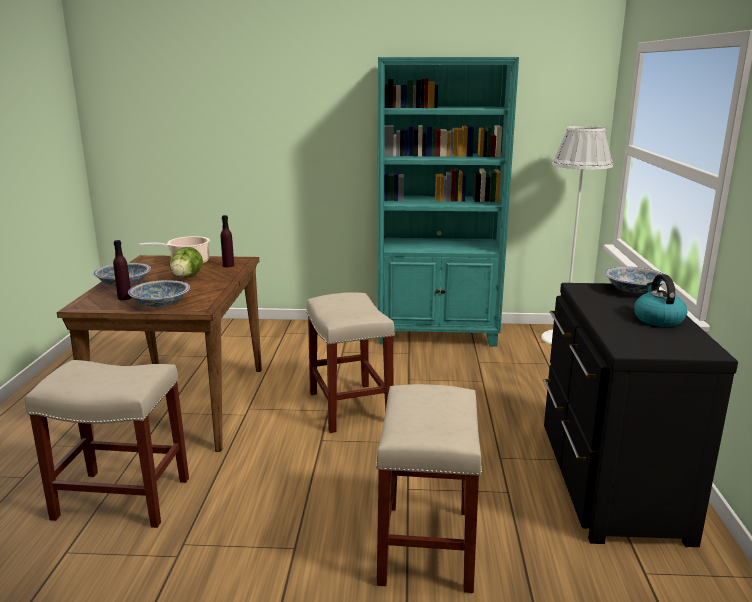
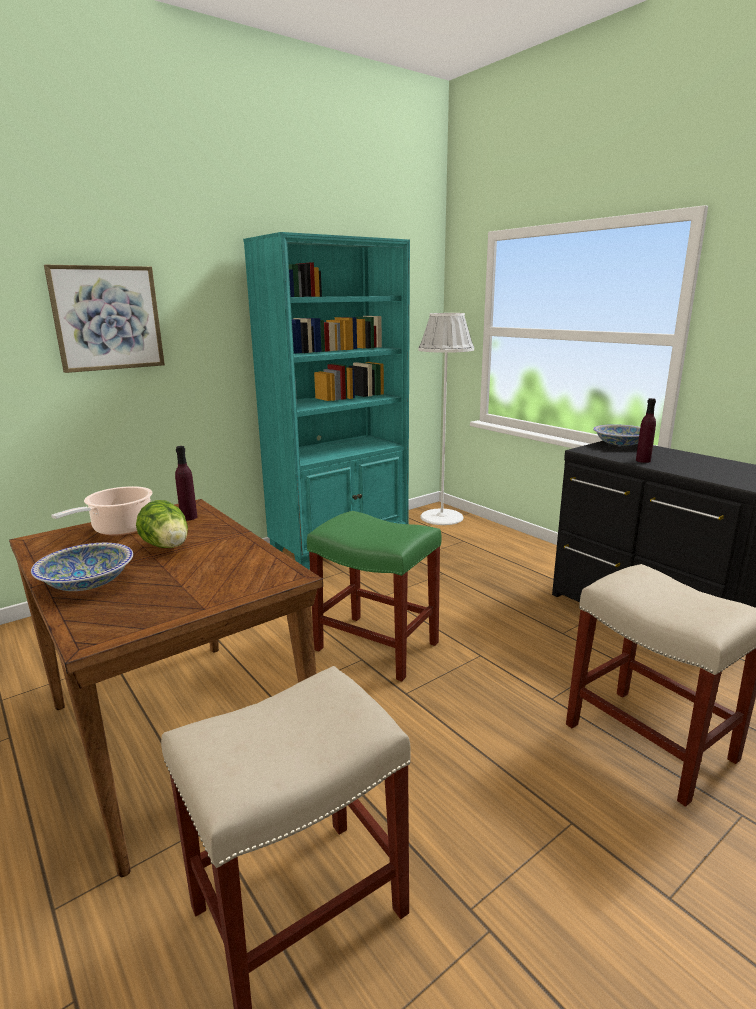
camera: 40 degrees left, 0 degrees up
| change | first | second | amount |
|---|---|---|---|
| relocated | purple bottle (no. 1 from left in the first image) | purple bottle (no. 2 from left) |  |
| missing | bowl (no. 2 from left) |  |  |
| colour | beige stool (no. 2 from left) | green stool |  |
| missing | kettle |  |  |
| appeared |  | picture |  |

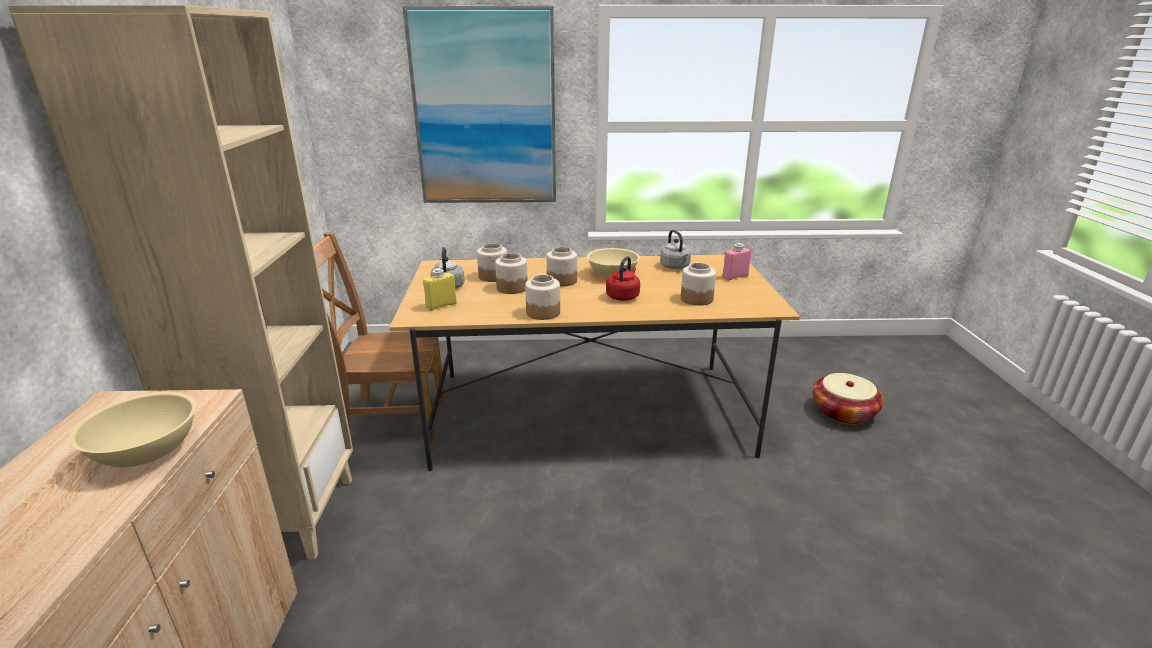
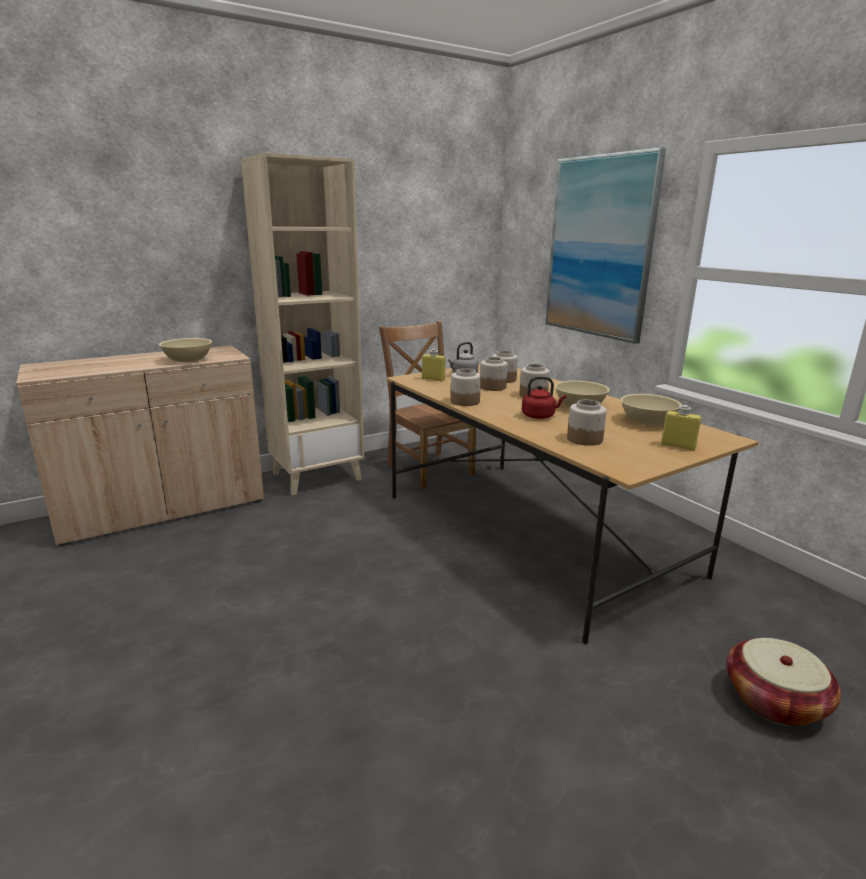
camera: 60 degrees right, 5 degrees down
| change | first | second | amount |
|---|---|---|---|
| exchanged | grey kettle (no. 2 from left) | beige bowl (no. 3 from left) |  |
| colour | pink bottle | yellow bottle (no. 2 from left) |  |

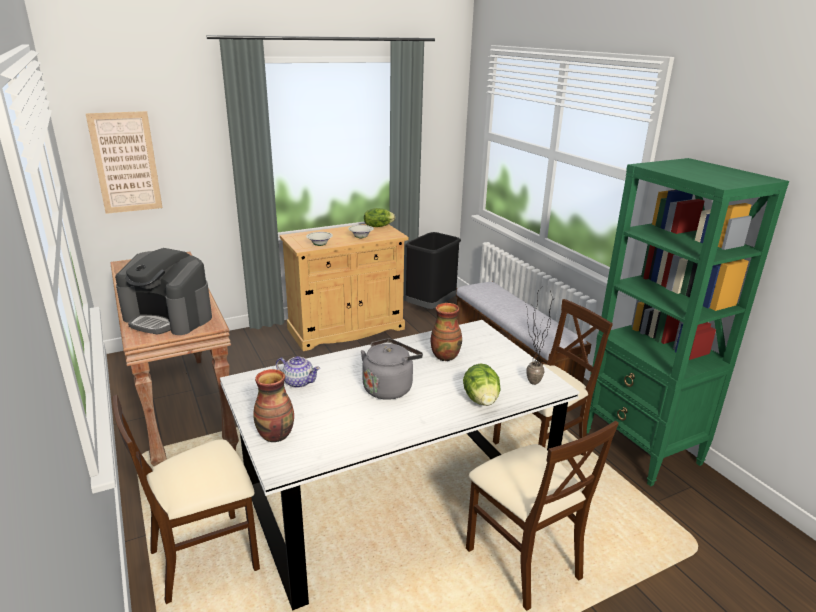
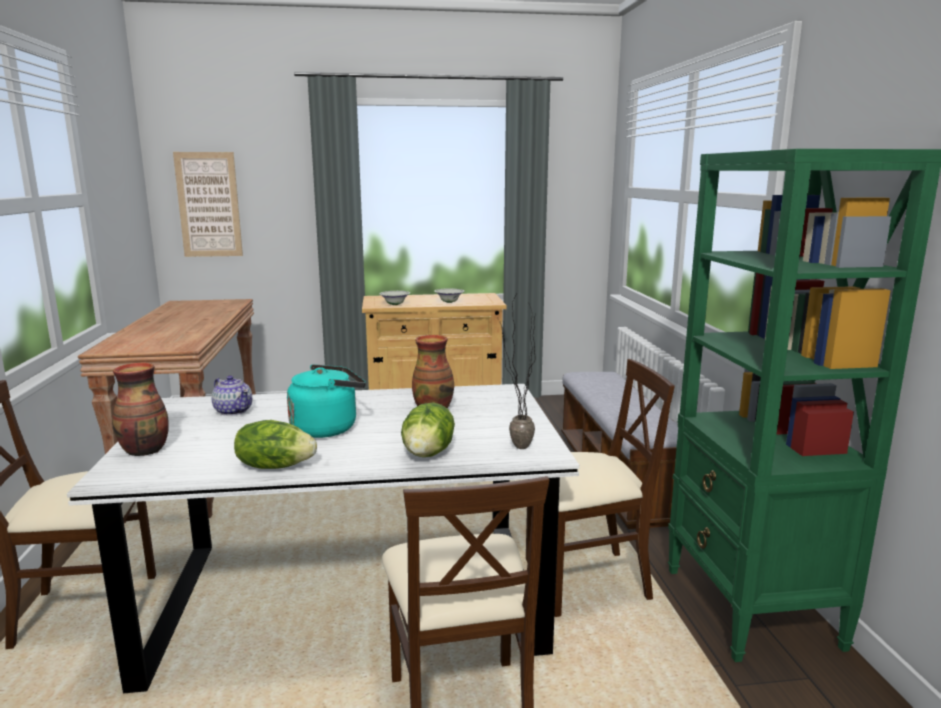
camera: 20 degrees right, 10 degrees down
| change | first | second | amount |
|---|---|---|---|
| missing | coffee machine |  |  |
| colour | grey kettle | turquoise kettle |  |
| relocated | lettuce (no. 1 from left) |  |  |
| missing | black trash can |  |  |

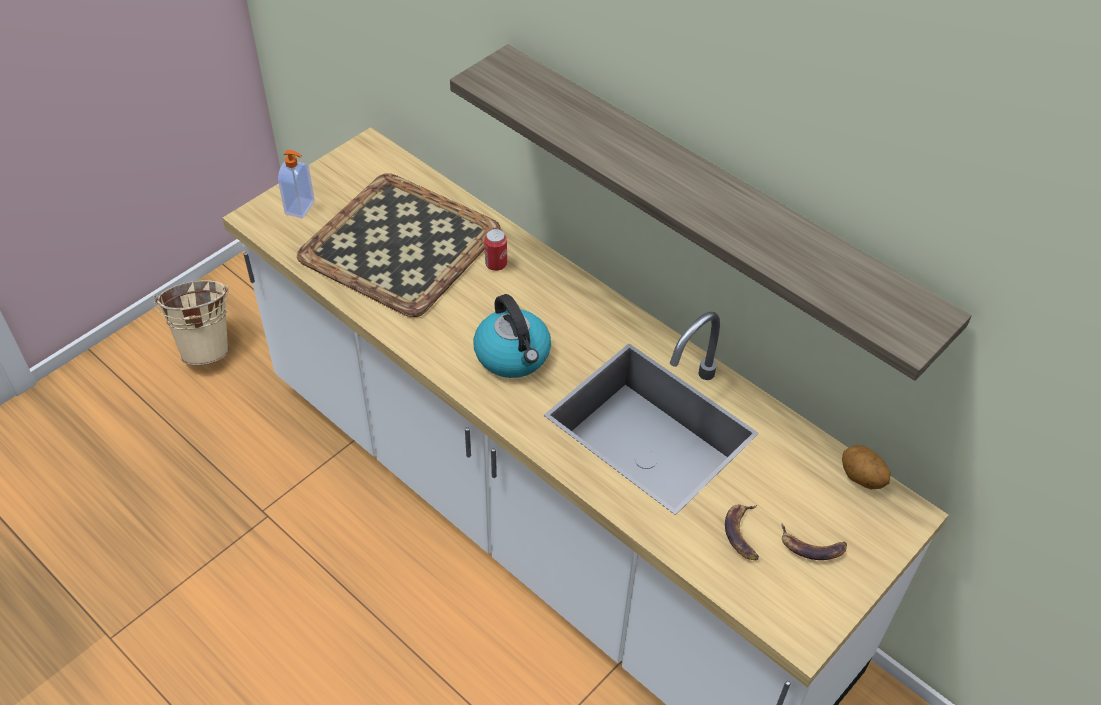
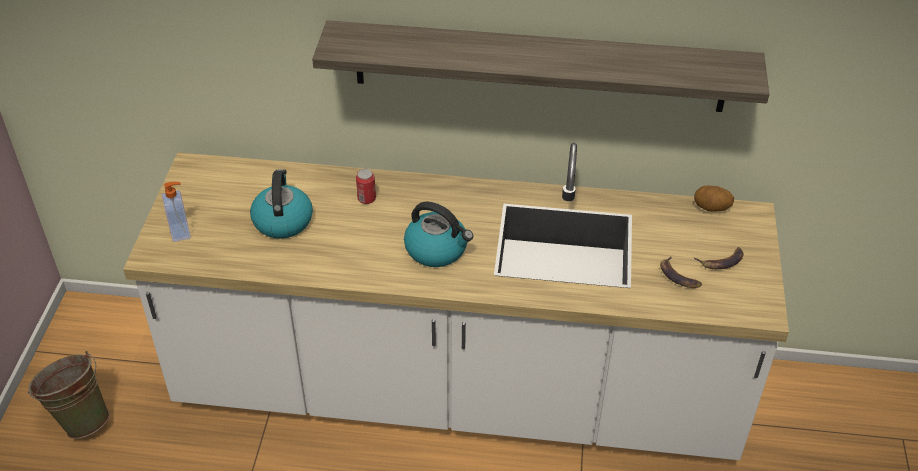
camera: 35 degrees left, 5 degrees down
| change | first | second | amount |
|---|---|---|---|
| colour | beige bucket | green bucket |  |
| exchanged | tray | kettle (no. 1 from left) |  |

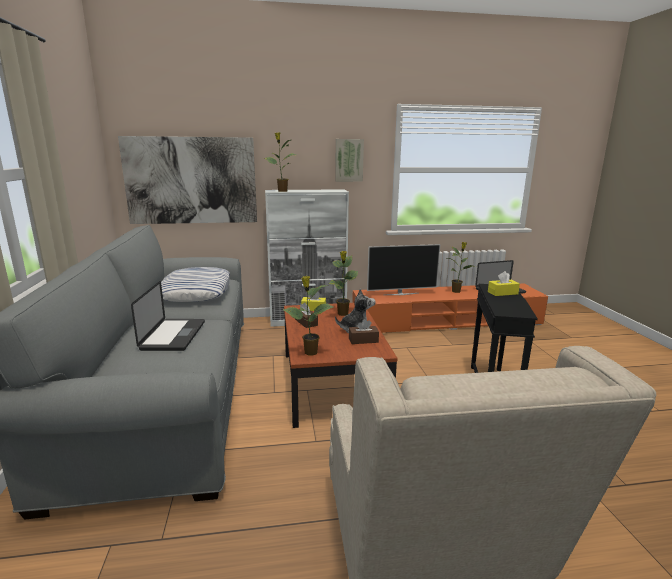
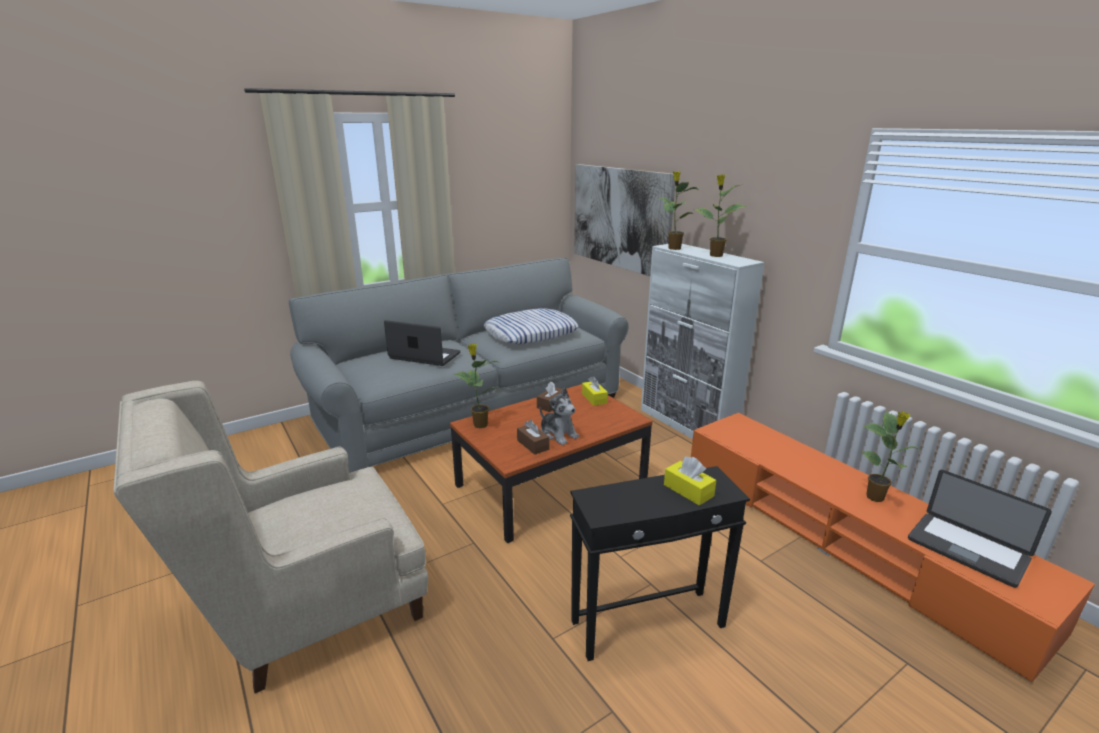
camera: 65 degrees right, 5 degrees up
| change | first | second | amount |
|---|---|---|---|
| spun | laptop (no. 1 from left) |  | 135 degrees counterclockwise |
| relocated | potted plant (no. 3 from left) |  |  |
| missing | picture (no. 2 from left) |  |  |
| missing | television |  |  |

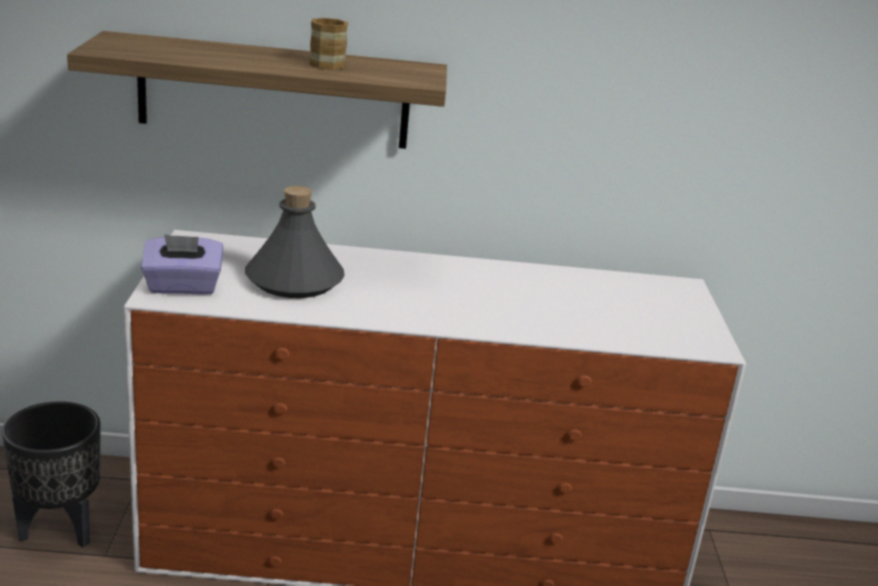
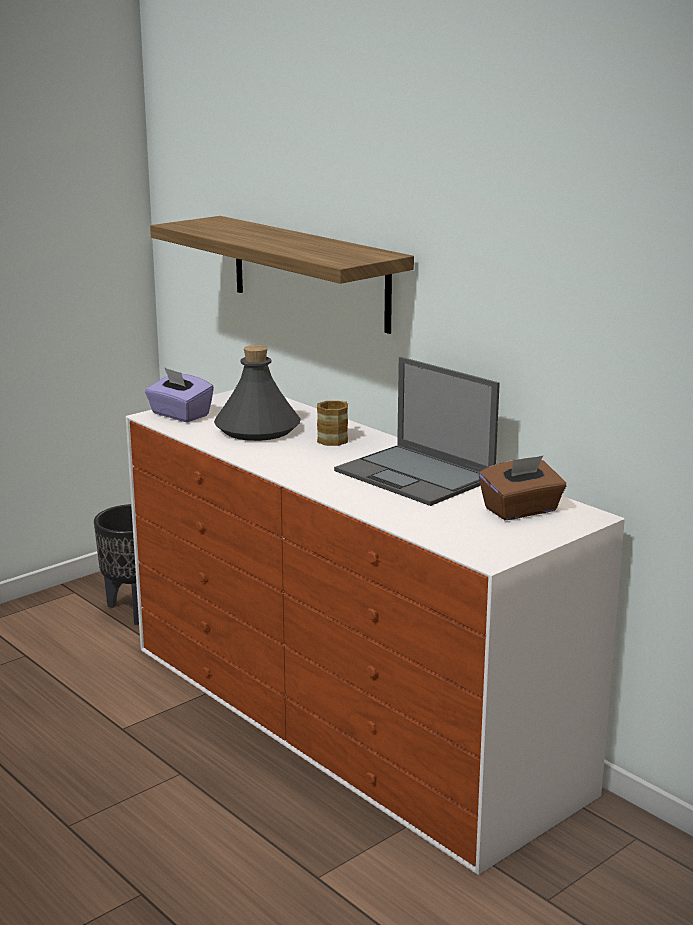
camera: 50 degrees right, 5 degrees down
| change | first | second | amount |
|---|---|---|---|
| relocated | mug |  |  |
| appeared |  | laptop |  |
| appeared |  | brown tissue box |  |

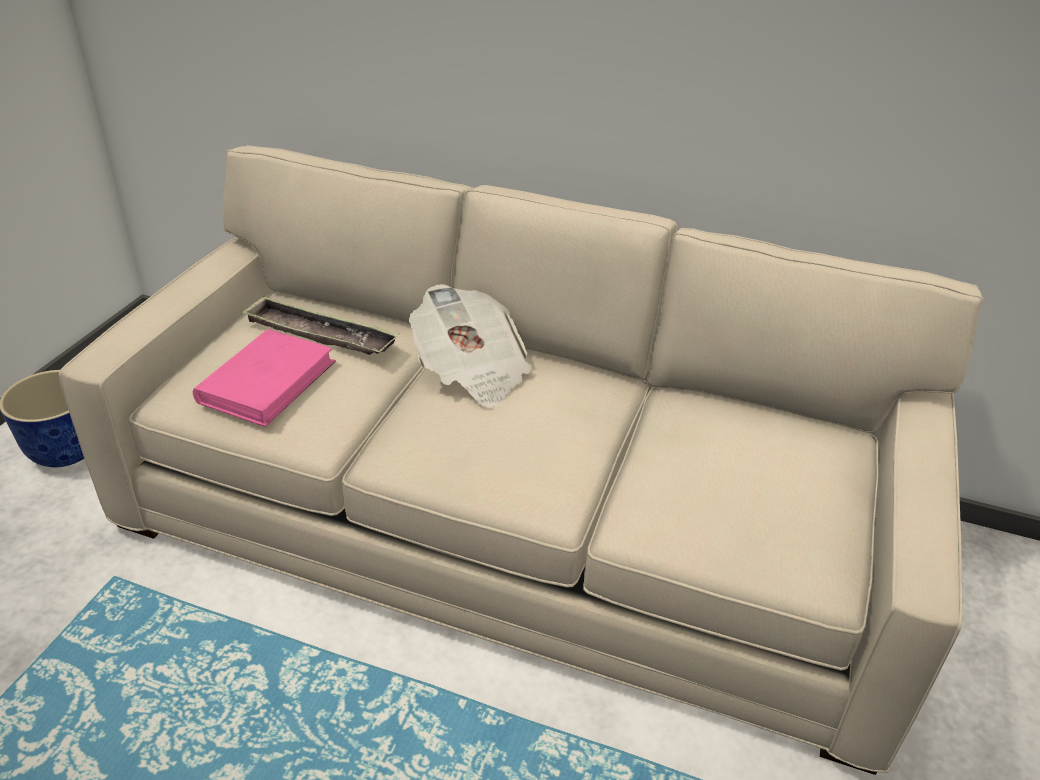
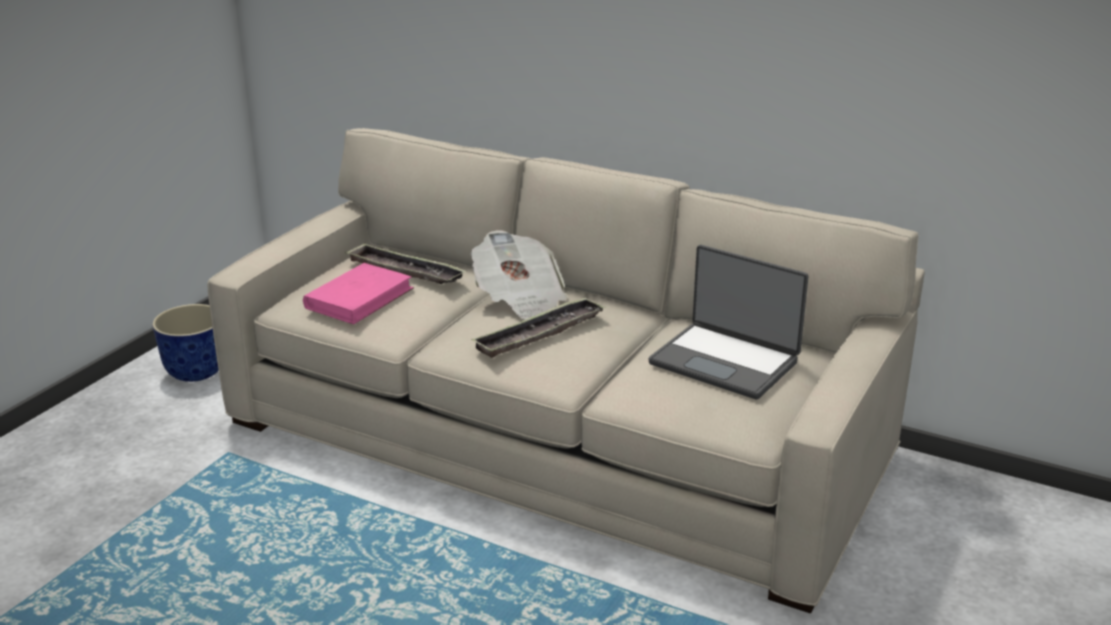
camera: 10 degrees right, 10 degrees down
| change | first | second | amount |
|---|---|---|---|
| appeared |  | tray (no. 2 from left) |  |
| appeared |  | laptop |  |

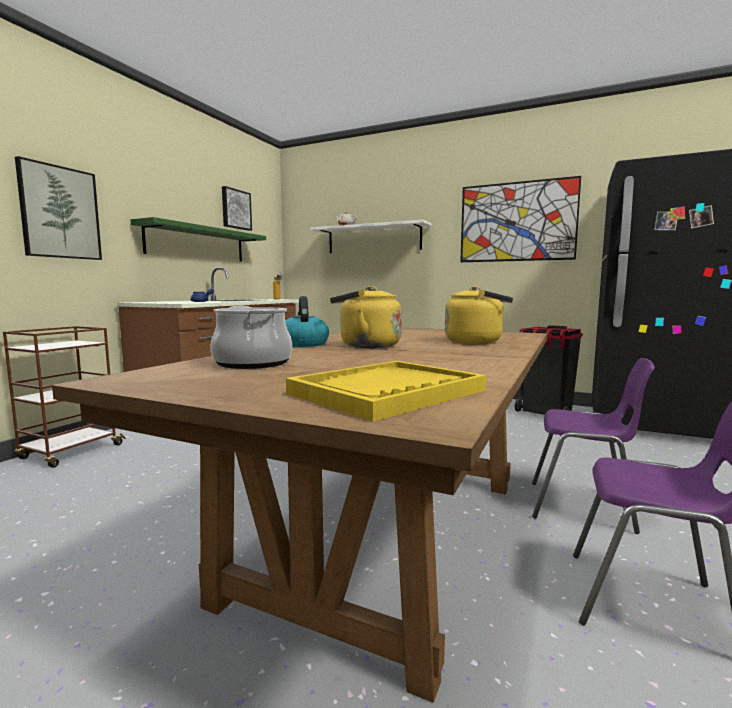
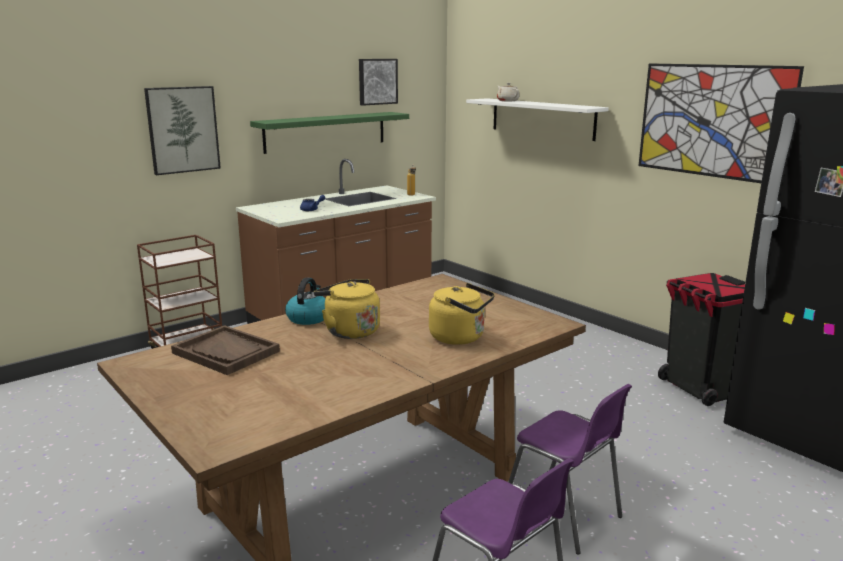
camera: 25 degrees right, 10 degrees up
| change | first | second | amount |
|---|---|---|---|
| exchanged | cooking pot | brown tray |  |
| missing | yellow tray |  |  |

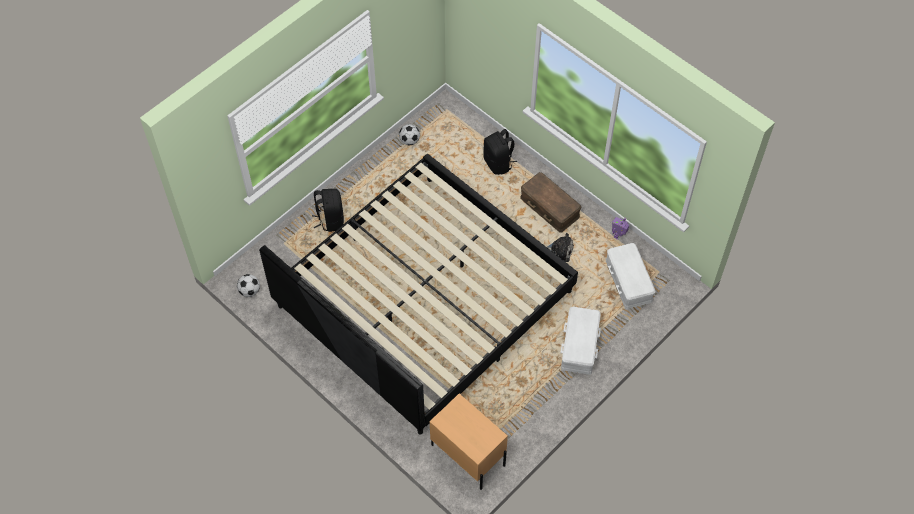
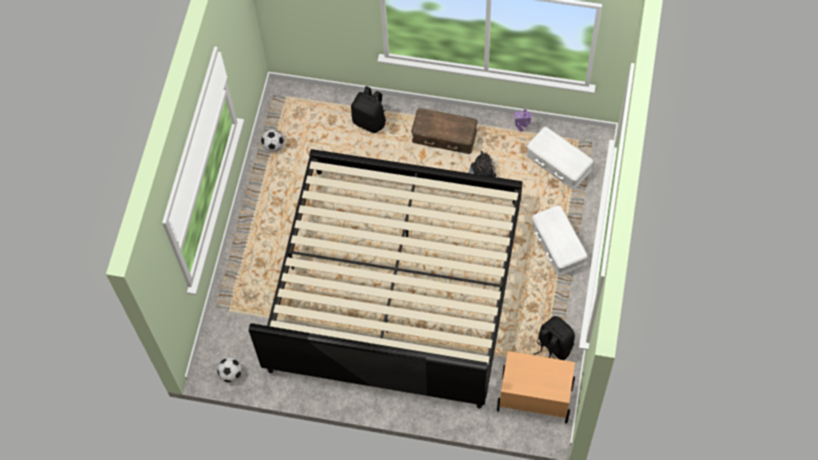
camera: 30 degrees left, 5 degrees up
| change | first | second | amount |
|---|---|---|---|
| relocated | black backpack (no. 1 from left in the first image) | black backpack (no. 2 from left) |  |

